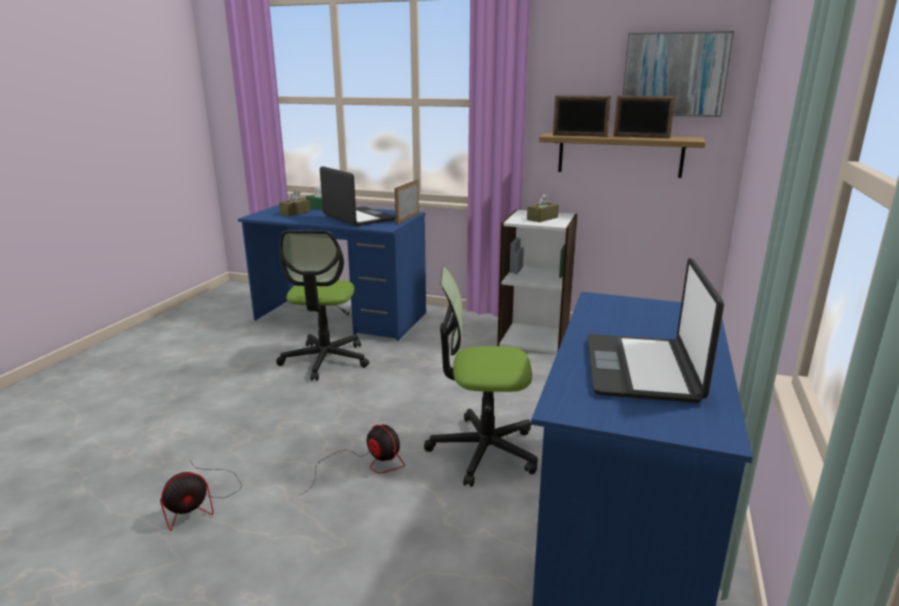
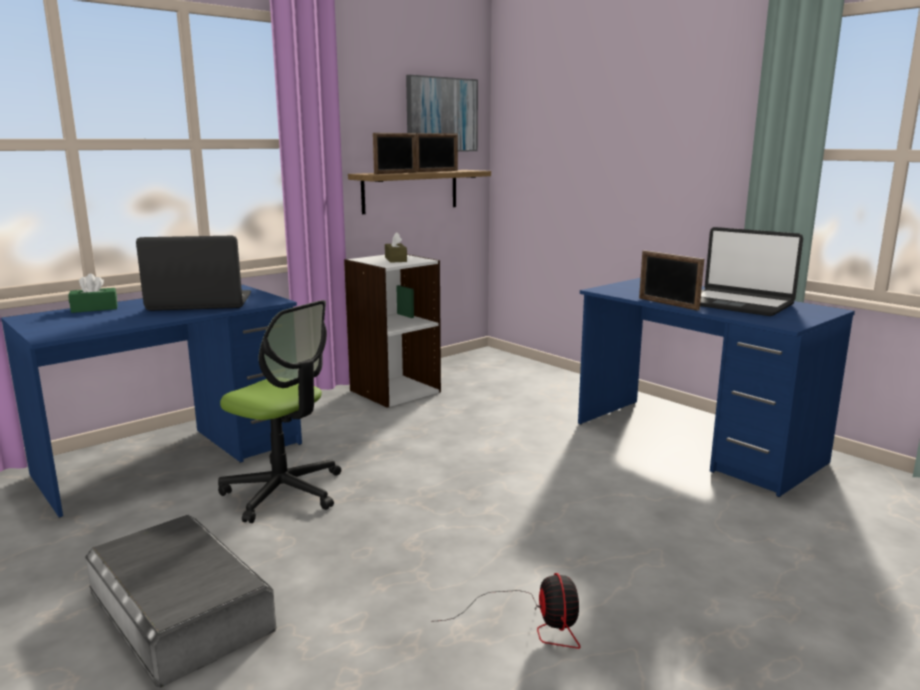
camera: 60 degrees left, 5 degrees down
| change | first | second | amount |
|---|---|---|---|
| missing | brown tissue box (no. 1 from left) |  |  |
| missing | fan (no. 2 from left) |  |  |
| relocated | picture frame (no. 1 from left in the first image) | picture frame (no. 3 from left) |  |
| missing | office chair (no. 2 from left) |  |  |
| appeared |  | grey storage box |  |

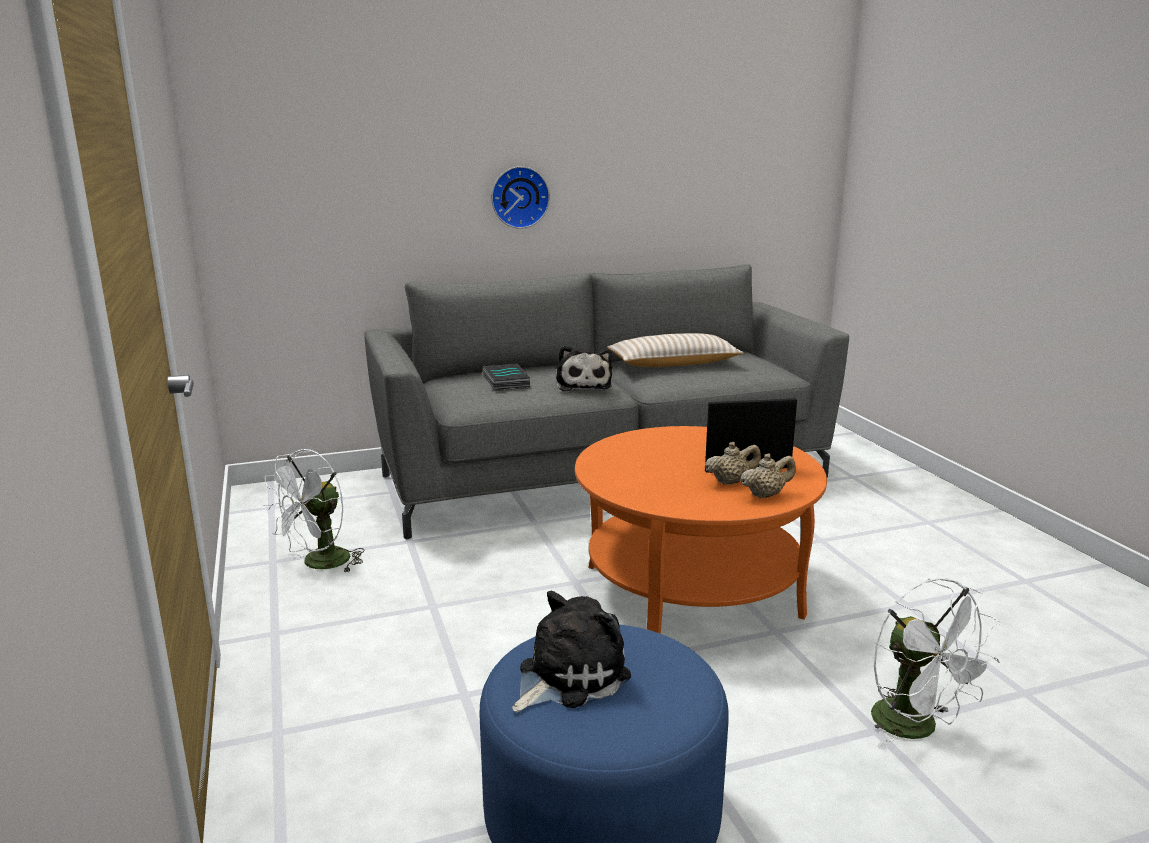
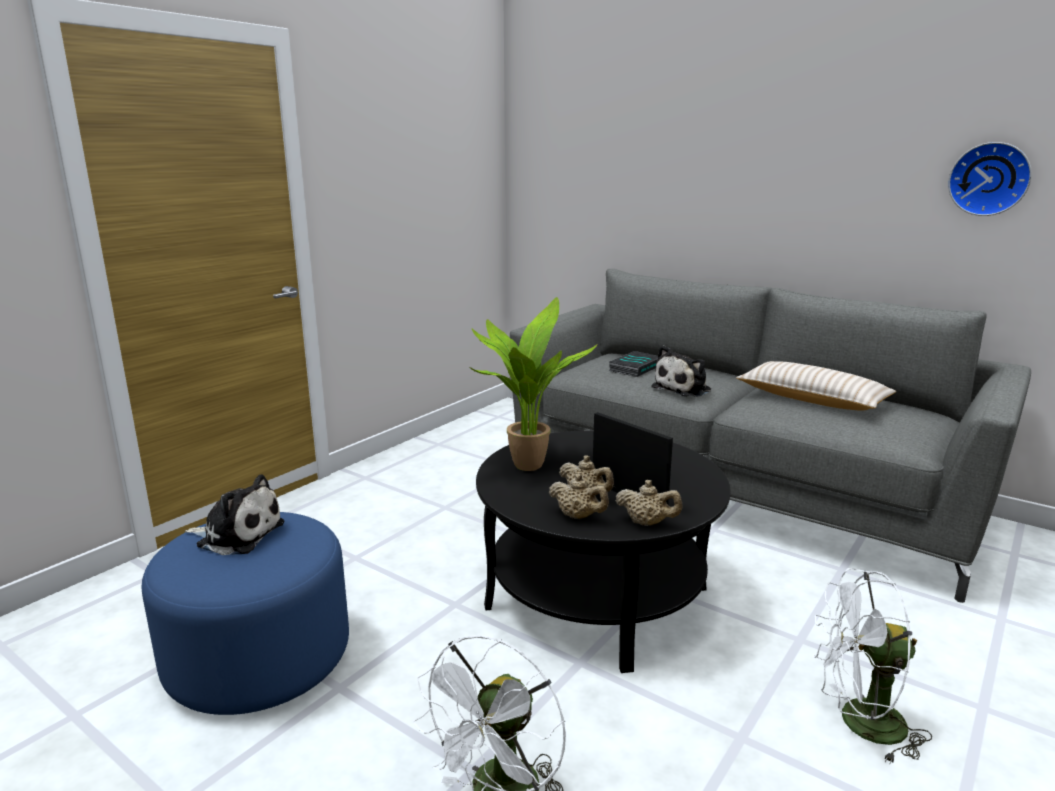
camera: 55 degrees right, 0 degrees up
| change | first | second | amount |
|---|---|---|---|
| relocated | white fan (no. 1 from left in the first image) | white fan (no. 2 from left) |  |
| relocated | wall clock |  |  |
| colour | orange coffee table | black coffee table |  |
| appeared |  | potted plant |  |
| appeared |  | beige teapot (no. 3 from left) |  |

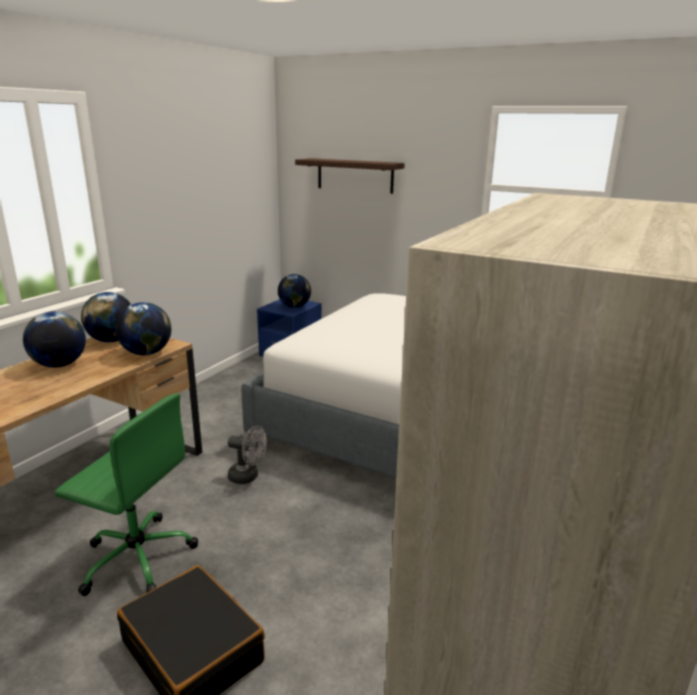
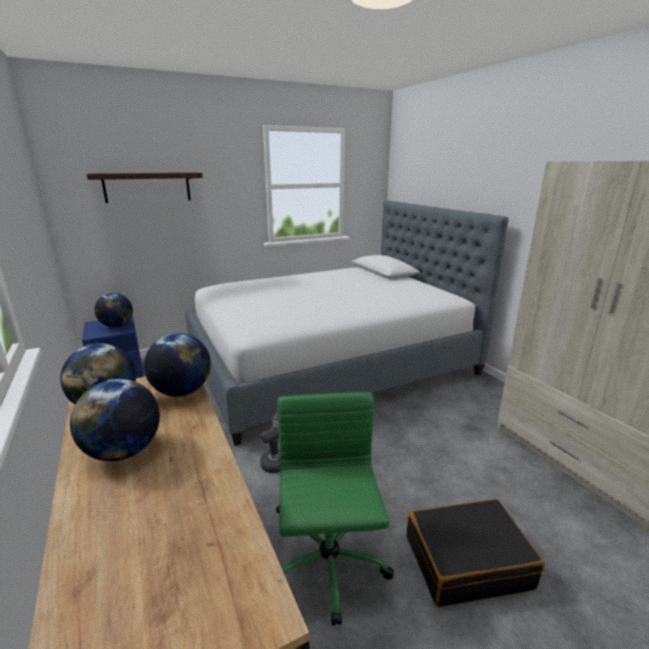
camera: 55 degrees left, 0 degrees up
| change | first | second | amount |
|---|---|---|---|
| spun | green office chair |  | 60 degrees counterclockwise |

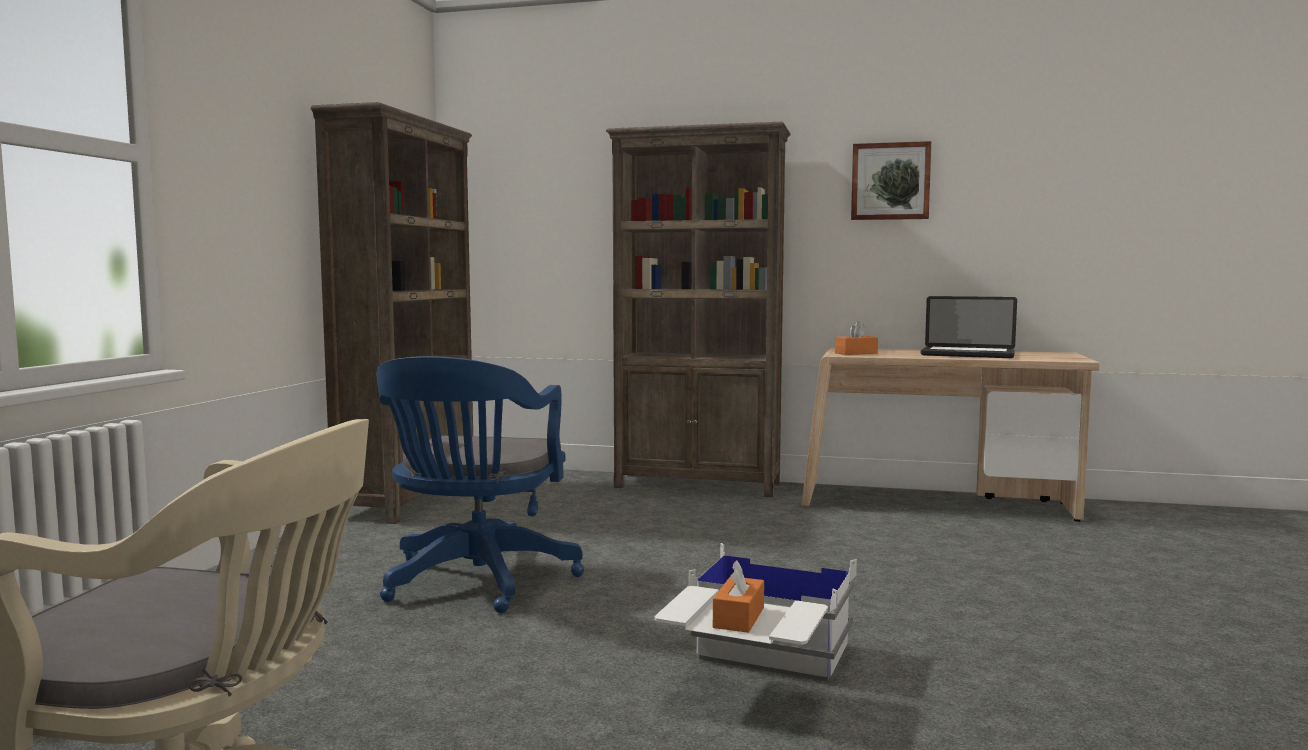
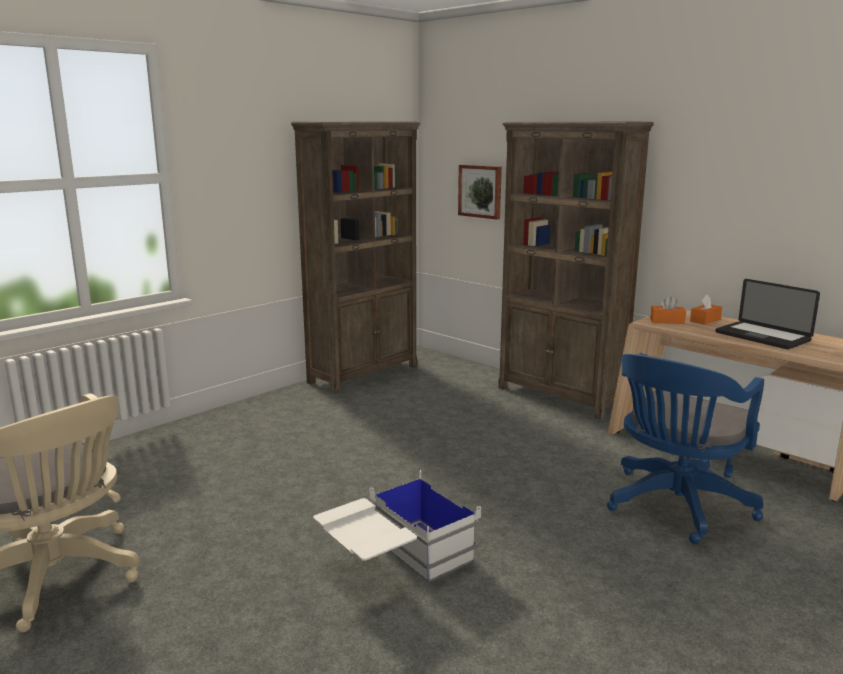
camera: 30 degrees right, 10 degrees up
| change | first | second | amount |
|---|---|---|---|
| relocated | blue office chair |  |  |
| relocated | orange tissue box (no. 1 from left in the first image) | orange tissue box (no. 2 from left) |  |
| relocated | picture |  |  |

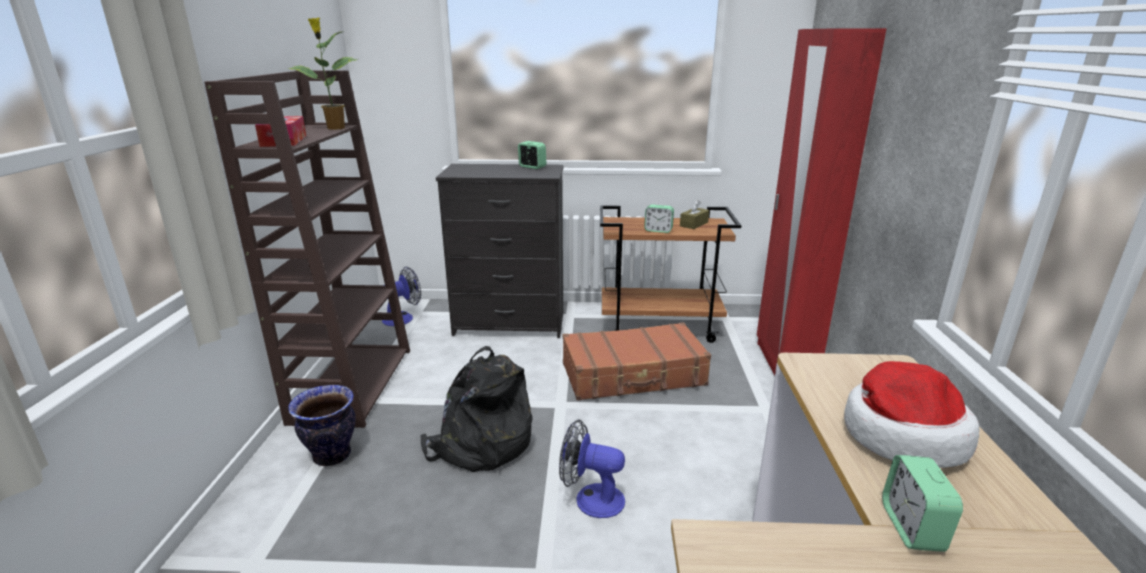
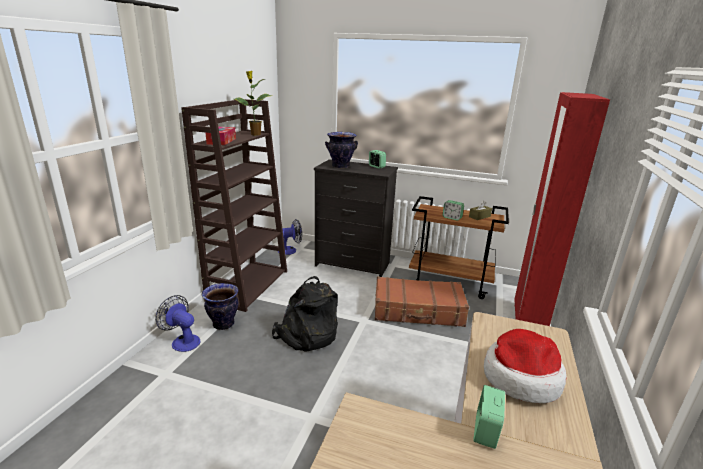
camera: 15 degrees right, 0 degrees up
| change | first | second | amount |
|---|---|---|---|
| relocated | fan (no. 2 from left in the first image) | fan (no. 1 from left) |  |
| appeared |  | vase (no. 2 from left) |  |

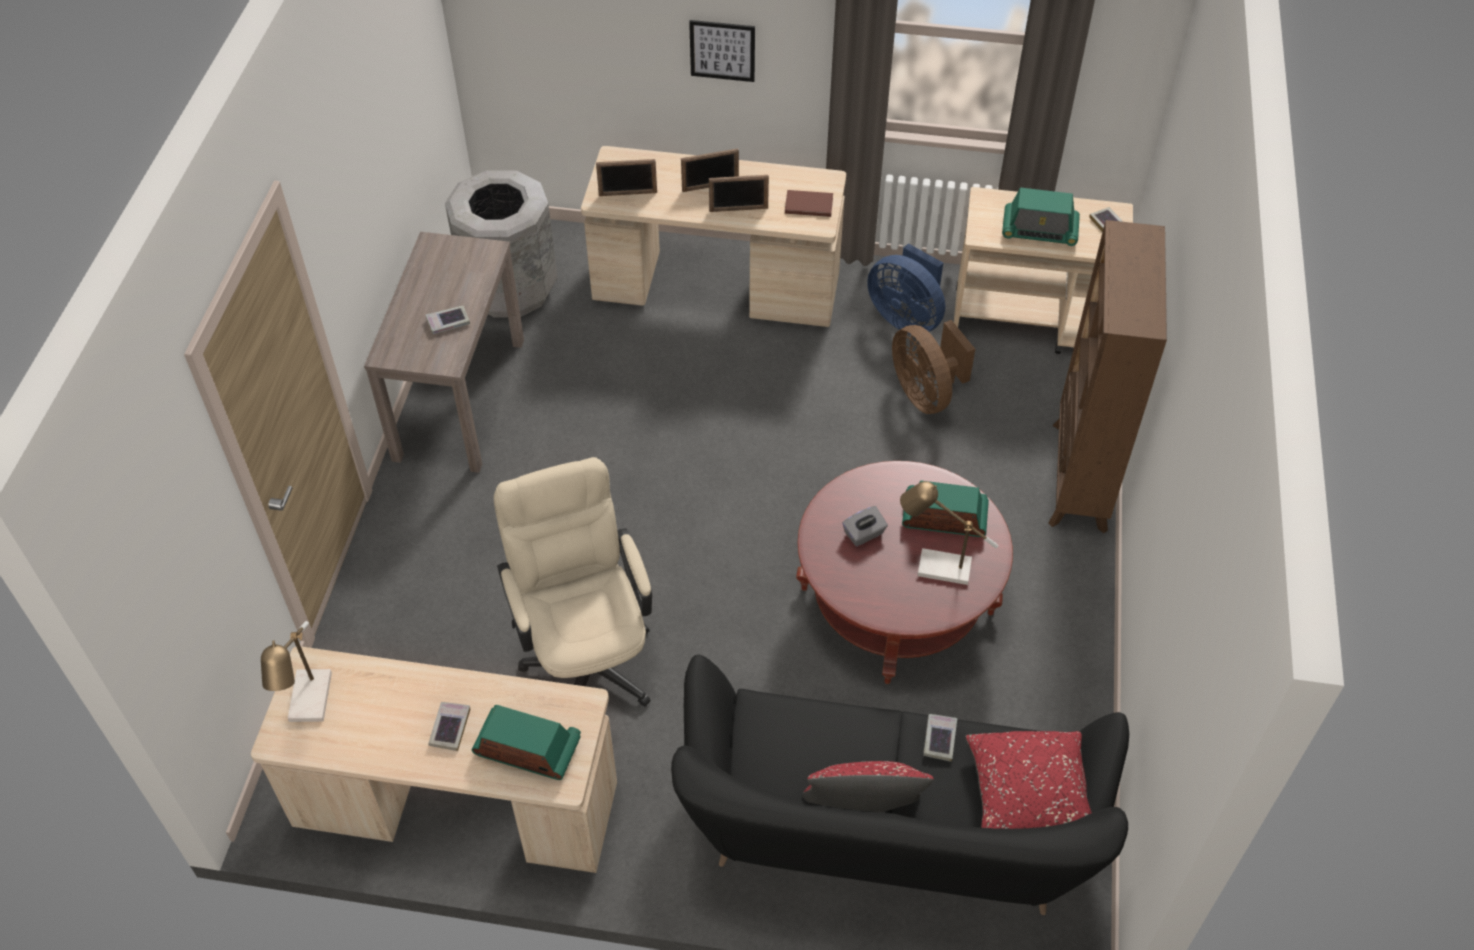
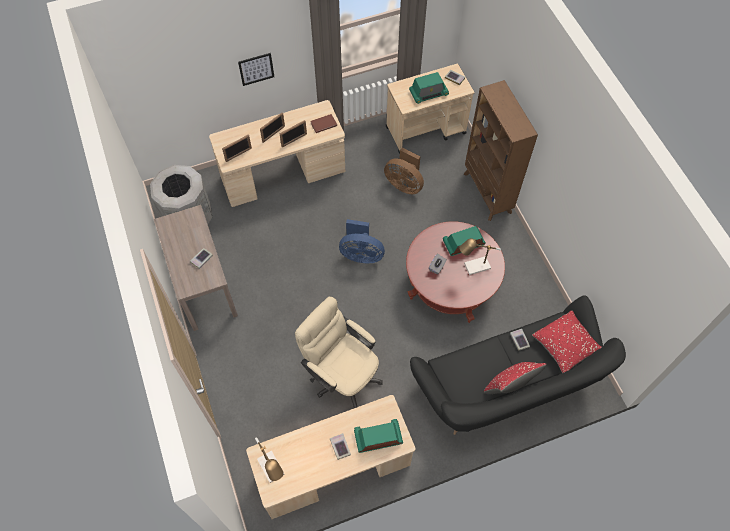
camera: 30 degrees left, 10 degrees up
| change | first | second | amount |
|---|---|---|---|
| relocated | blue fan |  |  |

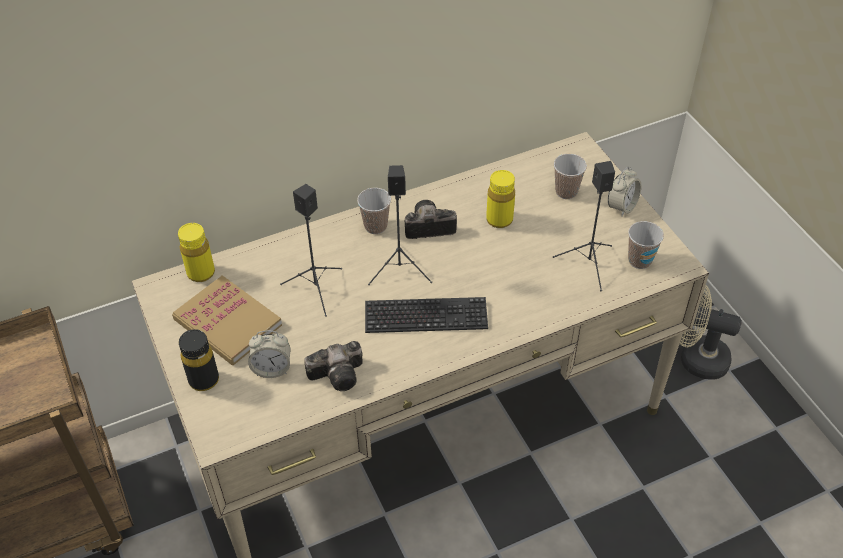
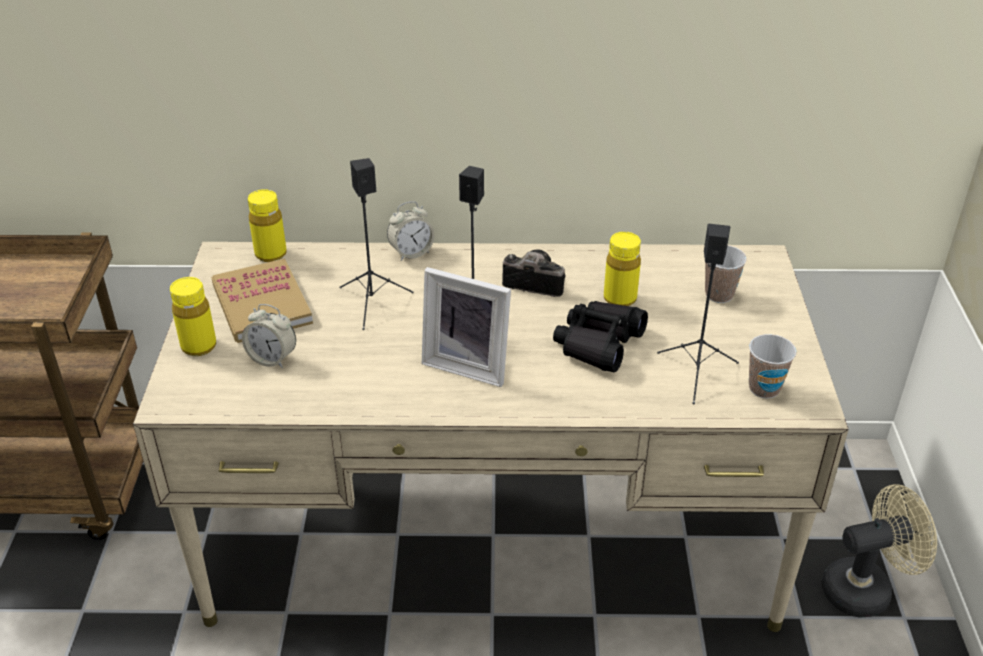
camera: 25 degrees right, 10 degrees down
| change | first | second | amount |
|---|---|---|---|
| colour | black bottle | yellow bottle (no. 1 from left) |  |
| missing | photo camera (no. 1 from left) |  |  |
| missing | cup (no. 1 from left) |  |  |
| exchanged | keyboard | picture frame |  |
| relocated | alarm clock (no. 2 from left) |  |  |
| spun | beige fan |  | 120 degrees clockwise |
| appeared |  | black binoculars |  |

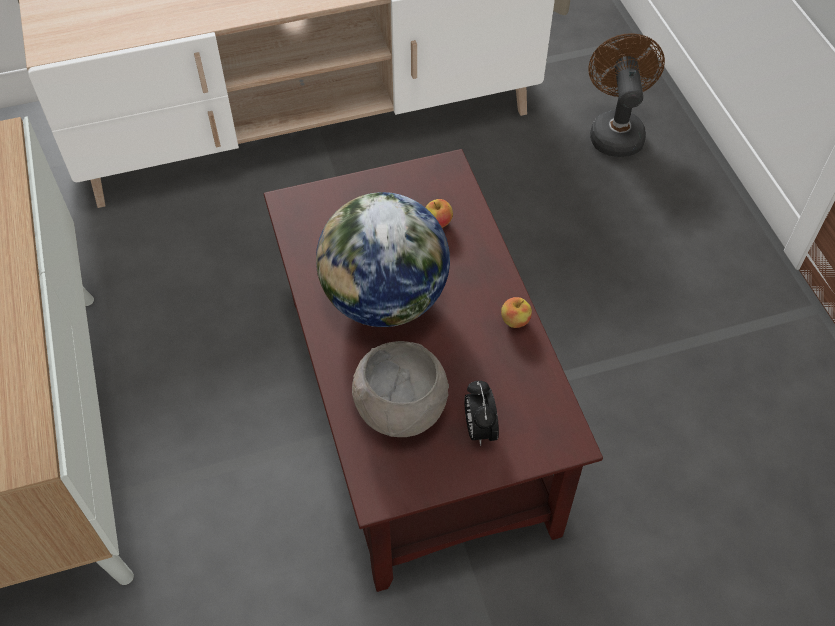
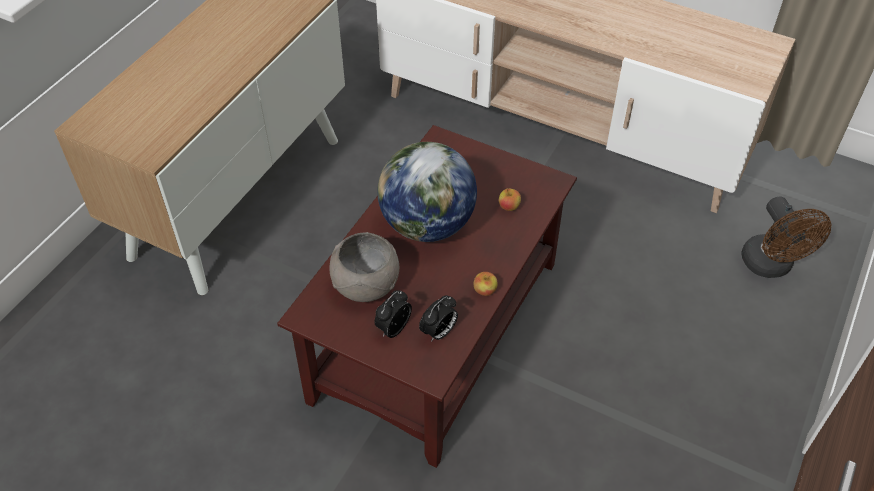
camera: 45 degrees right, 5 degrees down
| change | first | second | amount |
|---|---|---|---|
| spun | brown fan |  | 120 degrees clockwise |
| appeared |  | alarm clock (no. 2 from left) |  |

